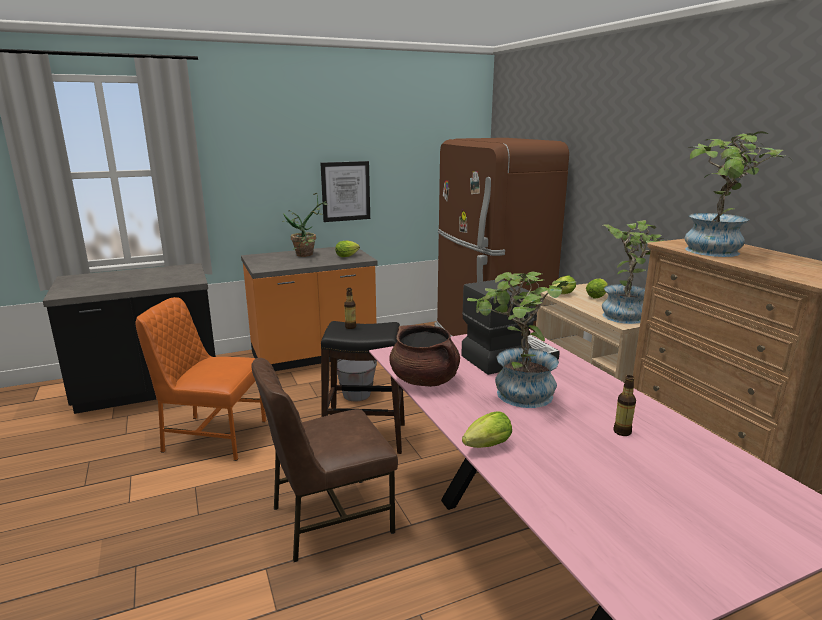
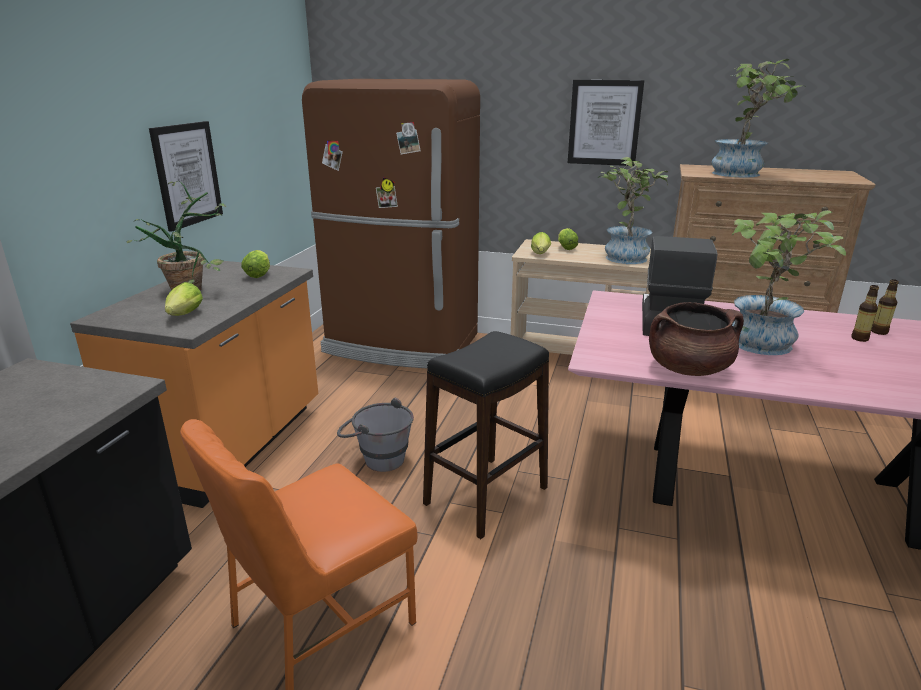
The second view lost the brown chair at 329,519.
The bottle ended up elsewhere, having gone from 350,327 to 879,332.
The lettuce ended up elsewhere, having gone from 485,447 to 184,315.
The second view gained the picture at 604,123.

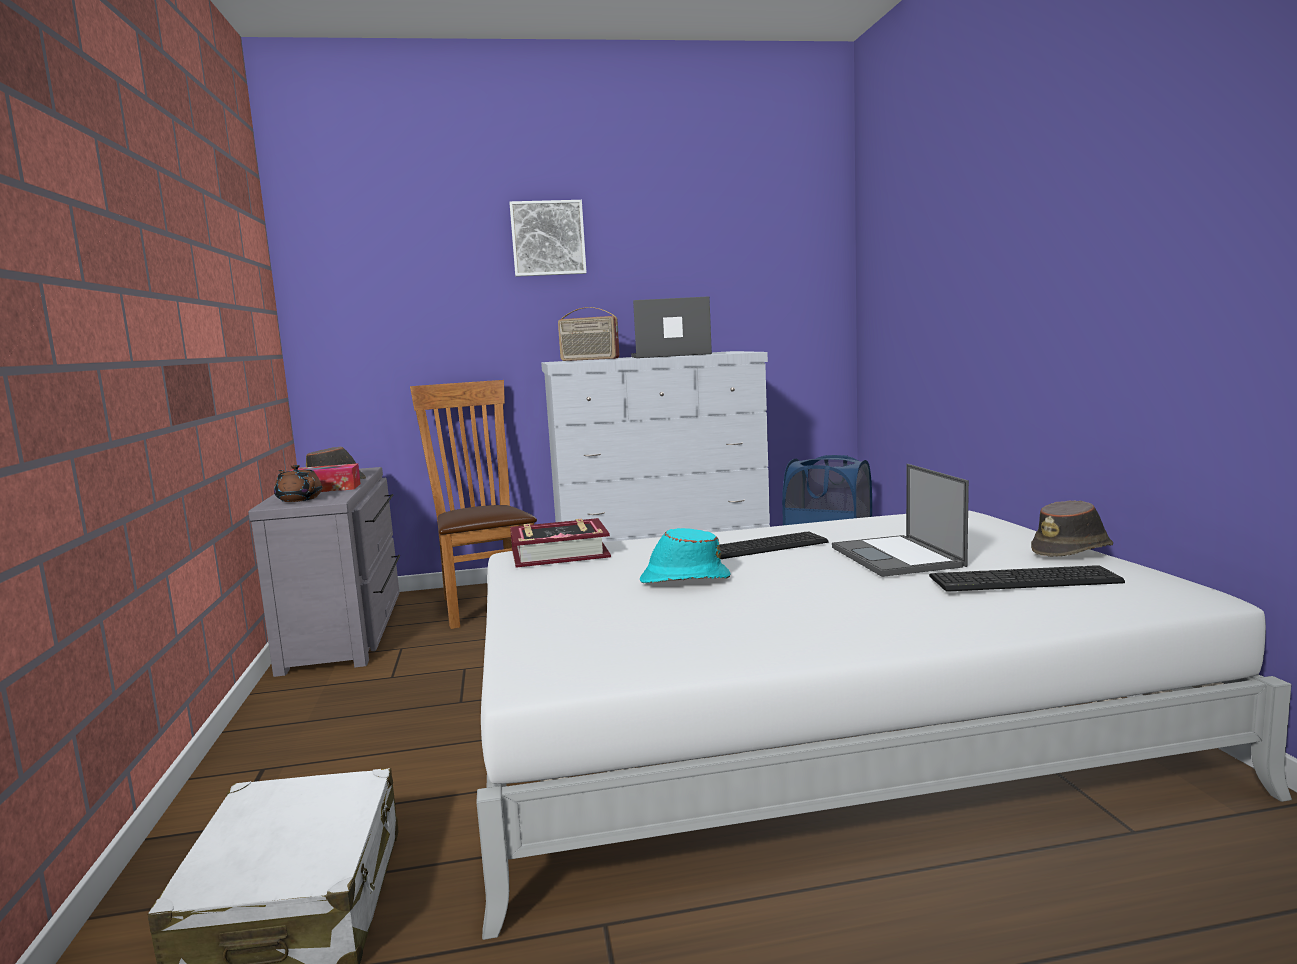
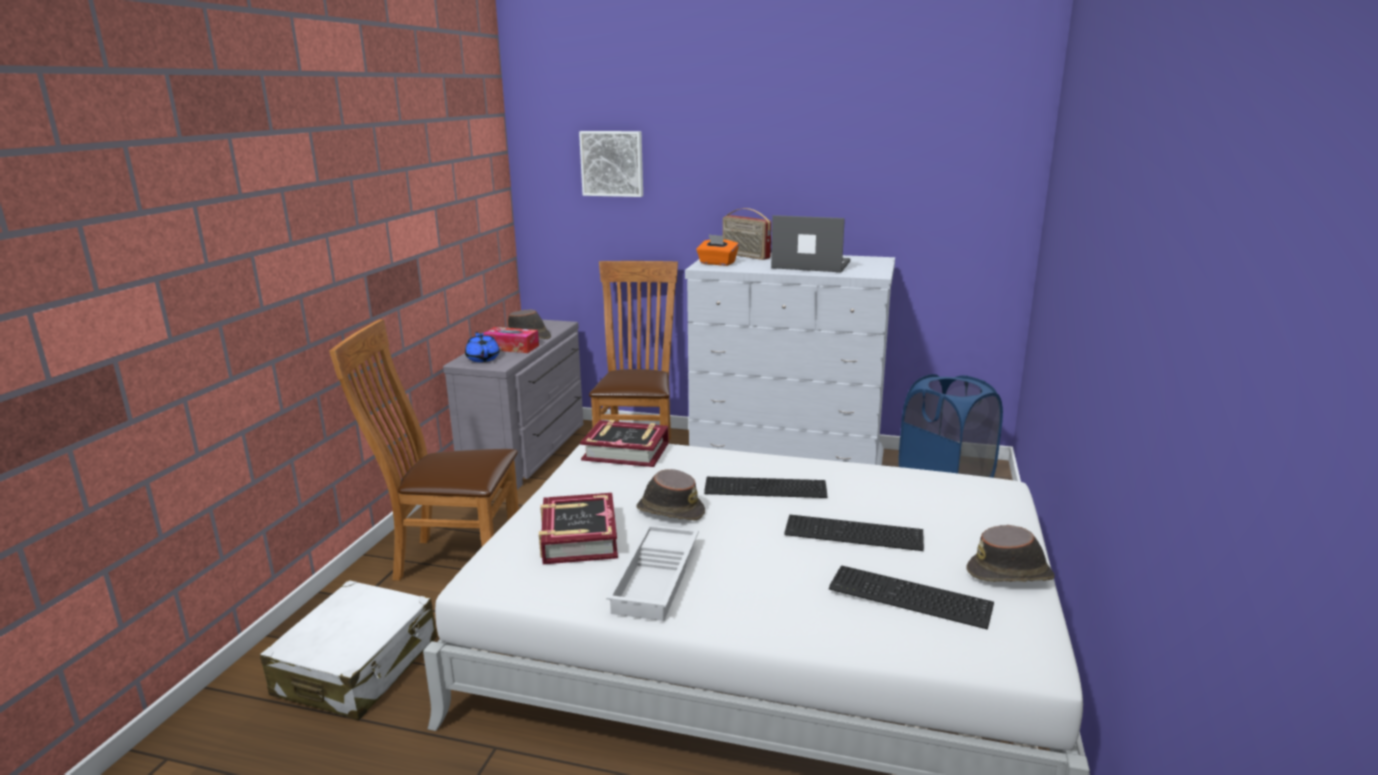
What was the brown teapot at 299,499 turned into the blue teapot at 483,358.
The picture ended up elsewhere, having gone from 548,238 to 612,163.
What was the turquoise hat at 684,579 turned into the brown hat at 670,510.
Where the laptop stood at 897,557, the keyboard came to stand at 855,534.
The second view gained the brown chair at 450,559.
The second view gained the book at 578,537.
The second view gained the white tray at 657,579.
The second view gained the orange tissue box at 717,263.

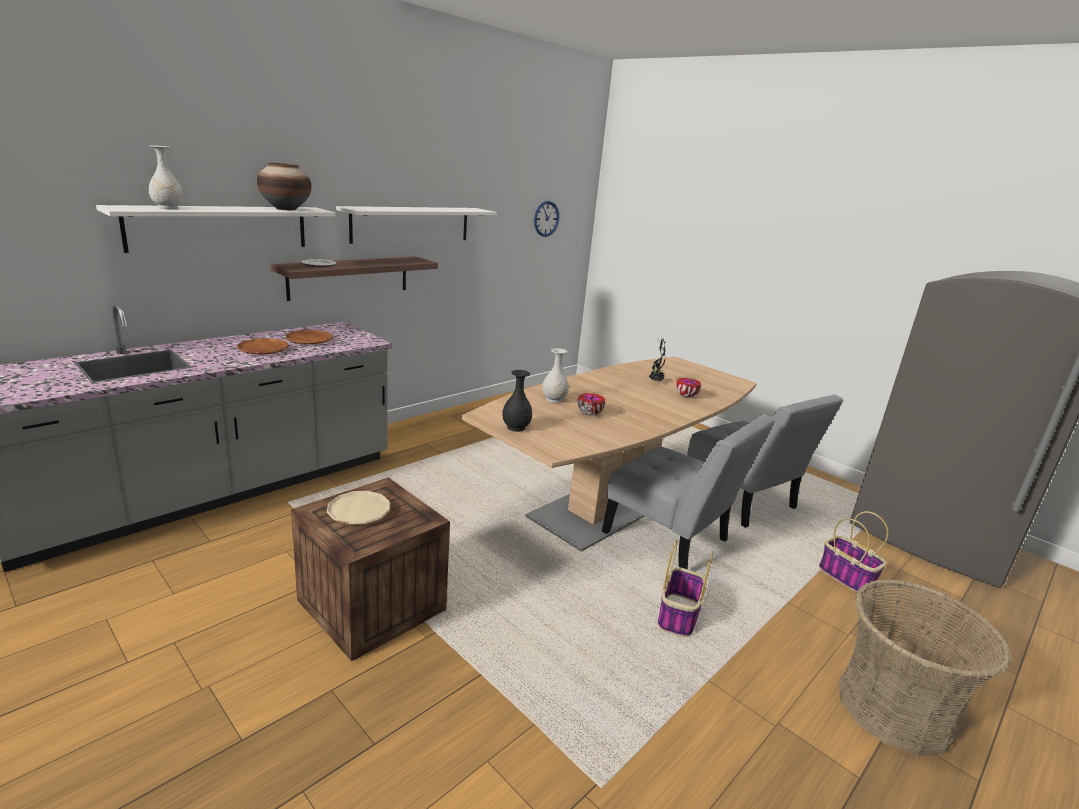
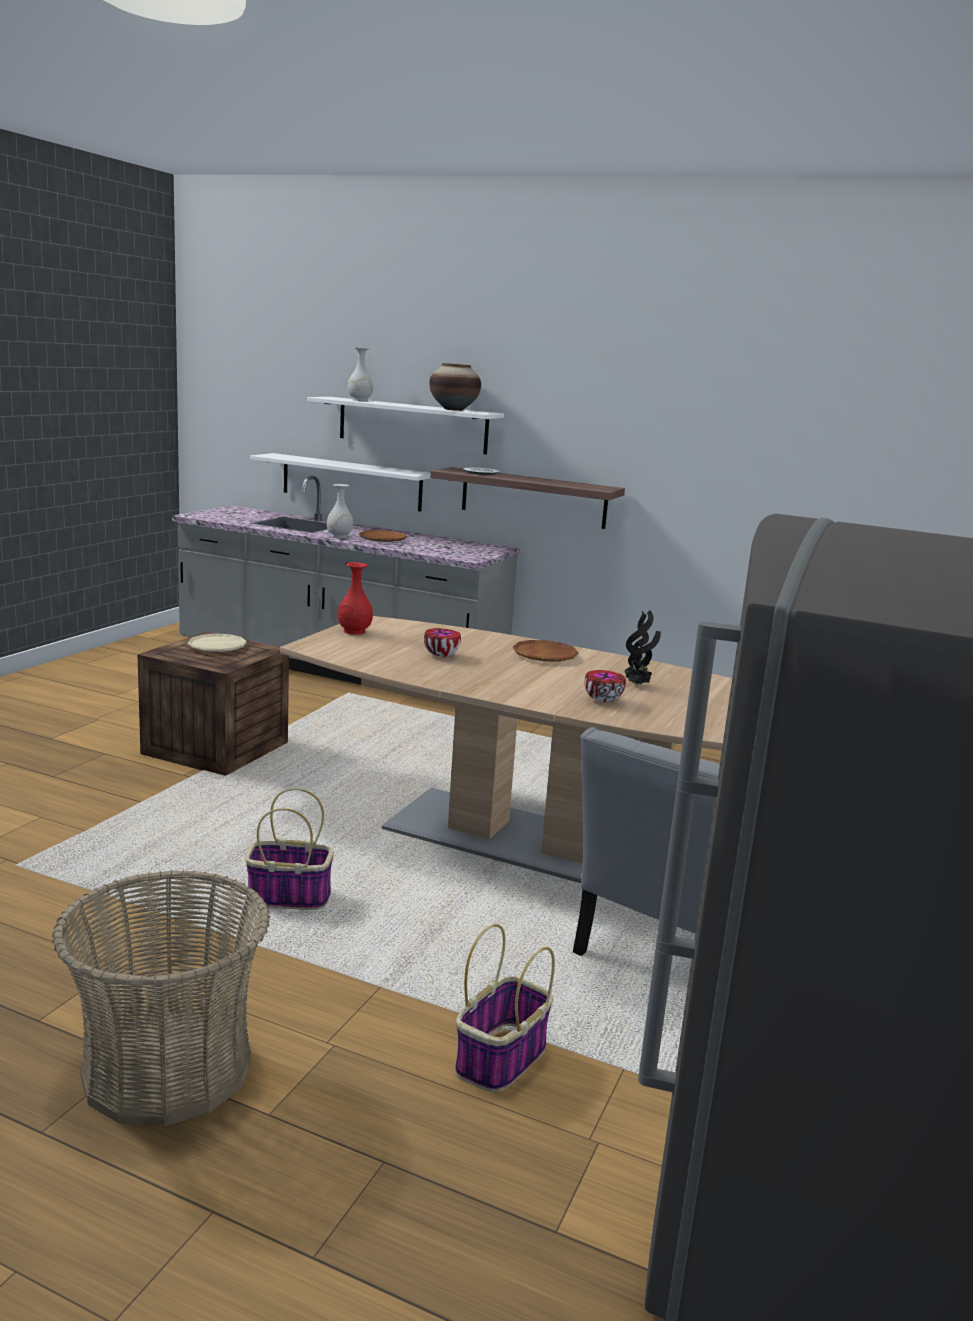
The brown plate ended up elsewhere, having gone from 309,340 to 544,656.
The white shelf ended up elsewhere, having gone from 411,224 to 351,482.
What was the black vase at 515,427 turned into the red vase at 354,631.
The second view lost the wall clock at 546,218.
The white vase ended up elsewhere, having gone from 554,400 to 339,536.
The second view lost the grey chair at 671,541.

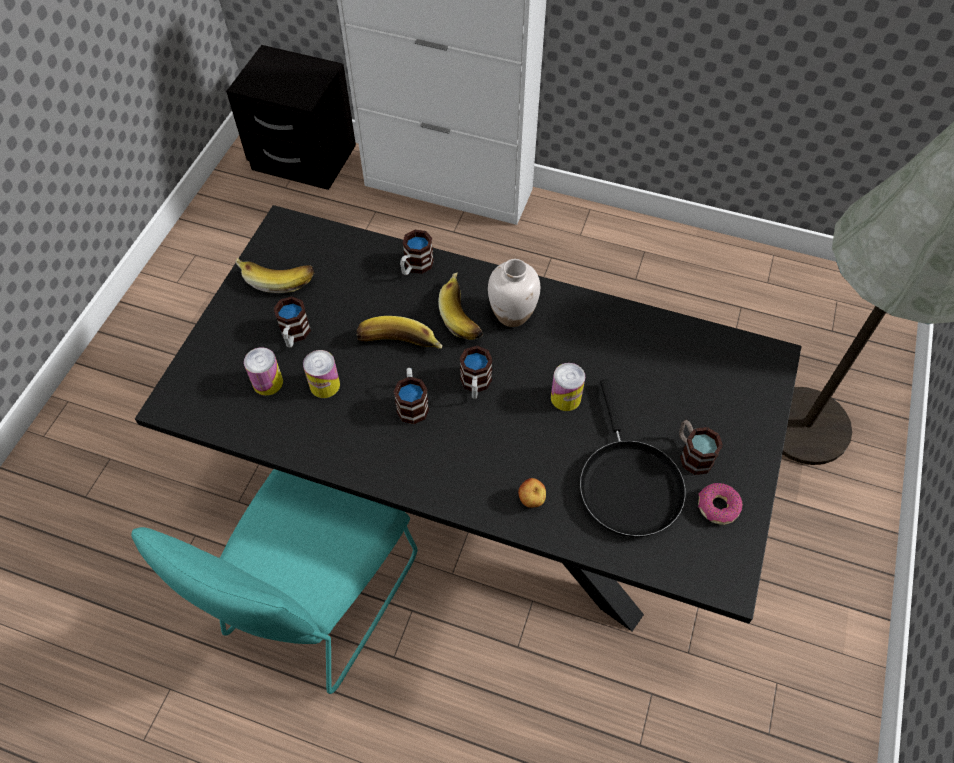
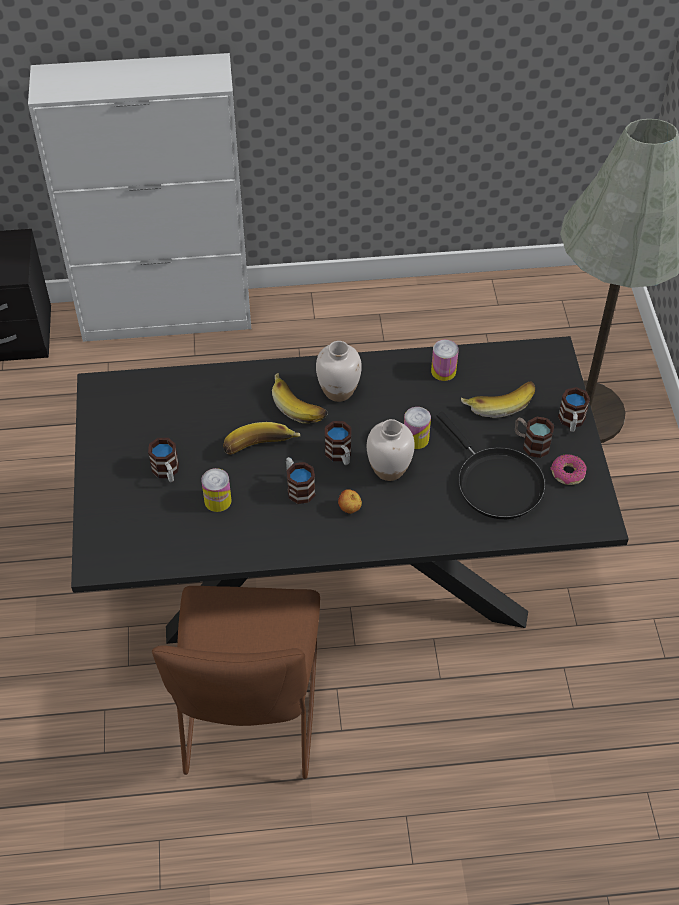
What was the turquoise chair at 317,603 turned into the brown chair at 251,717.
The banana ended up elsewhere, having gone from 278,277 to 498,402.
The can ended up elsewhere, having gone from 268,382 to 443,371.
The mug ended up elsewhere, having gone from 415,267 to 571,422.
The apple ended up elsewhere, having gone from 531,500 to 349,509.
The second view gained the white vase at 389,469.

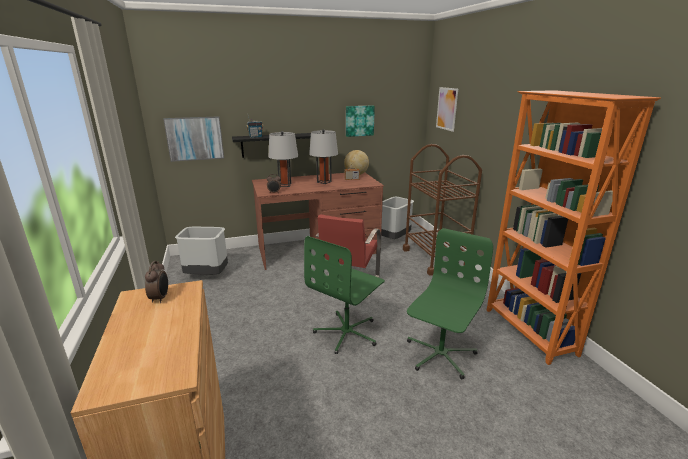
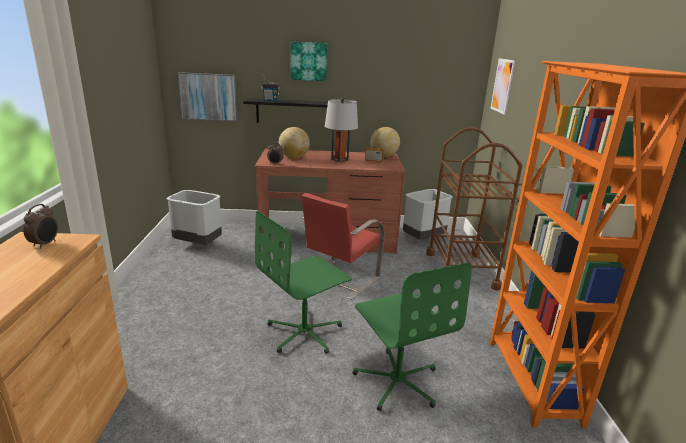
Where the grey table lamp stood at 285,185, the globe came to stand at 294,157.
The picture ended up elsewhere, having gone from 359,120 to 308,61.
The green office chair at 439,354 ended up facing another way, 105 degrees clockwise from before.

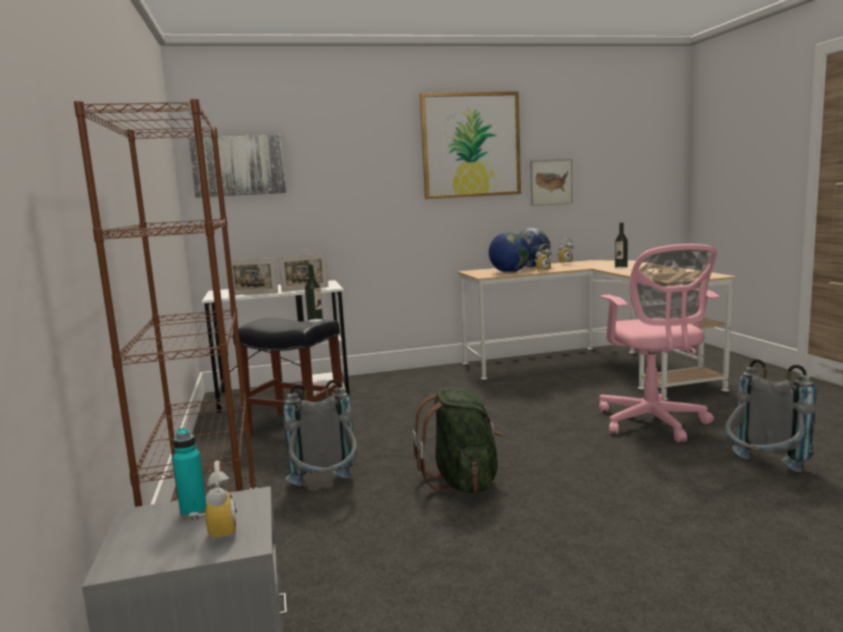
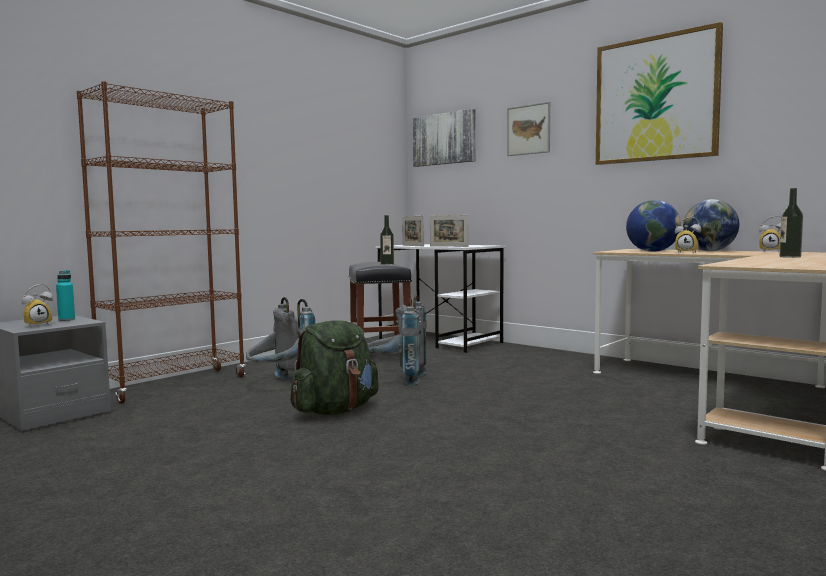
The picture ended up elsewhere, having gone from 551,182 to 528,129.
The second view lost the pink office chair at 653,423.
The grey backpack ended up elsewhere, having gone from 763,472 to 395,379.

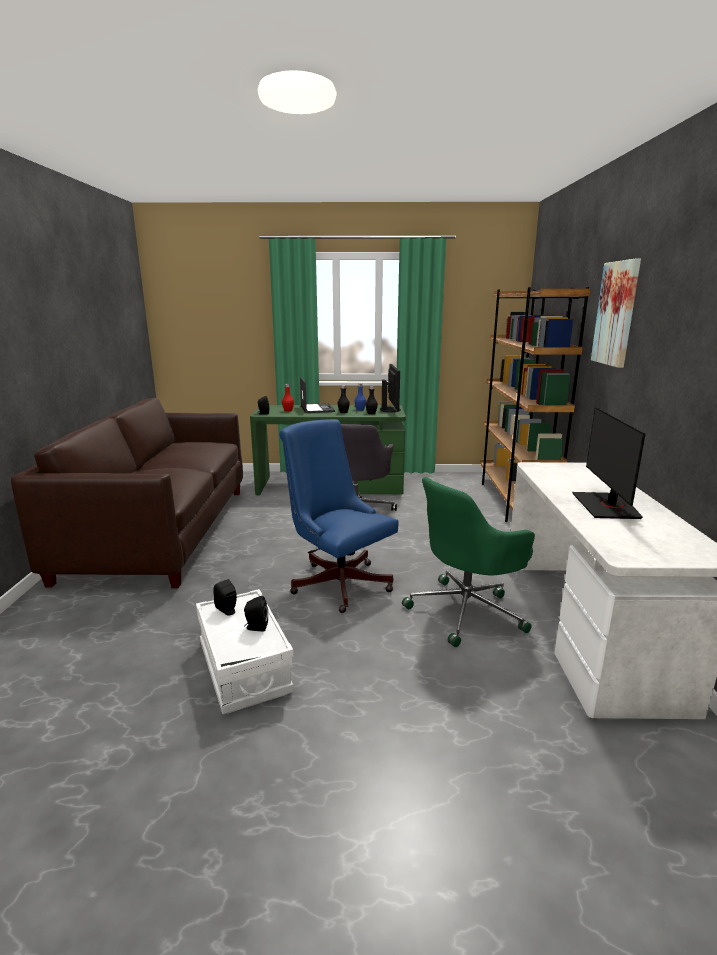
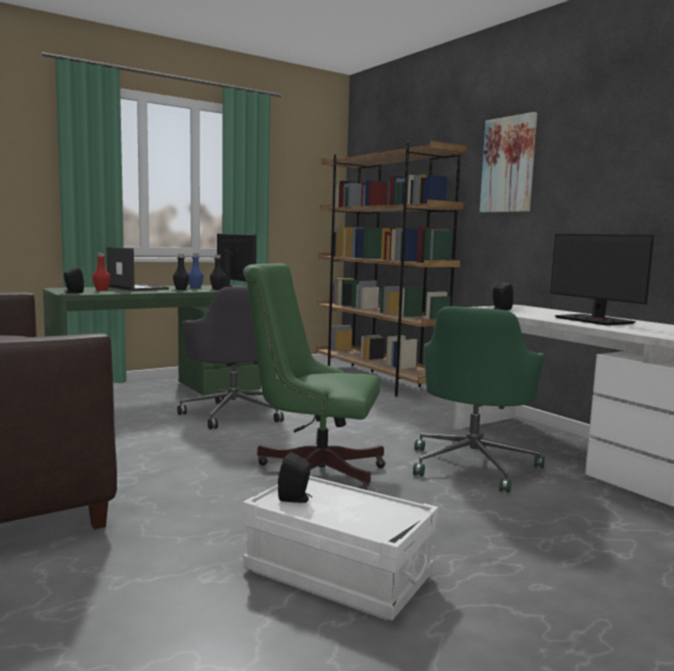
The black speaker ended up elsewhere, having gone from 256,627 to 500,310.
What was the blue office chair at 337,581 turned into the green office chair at 312,471.

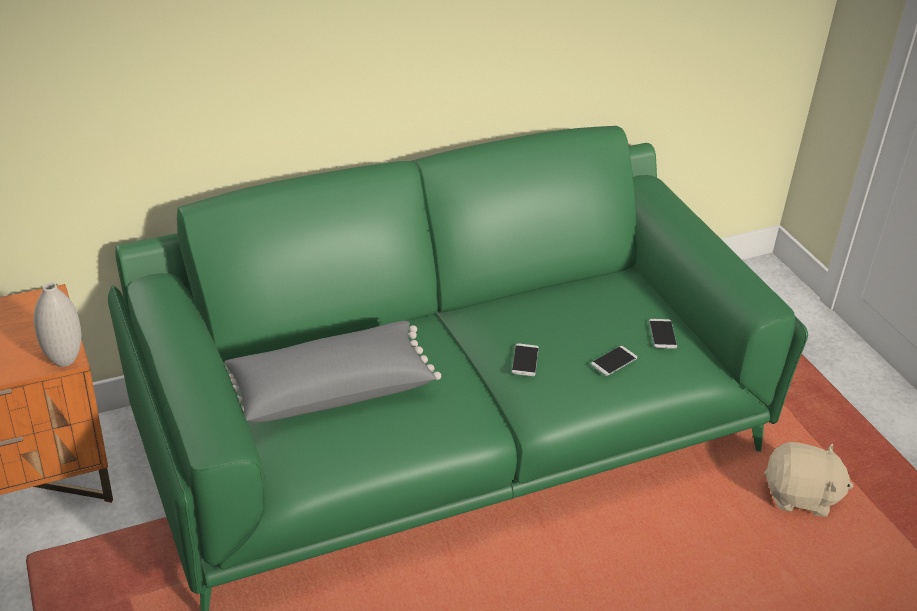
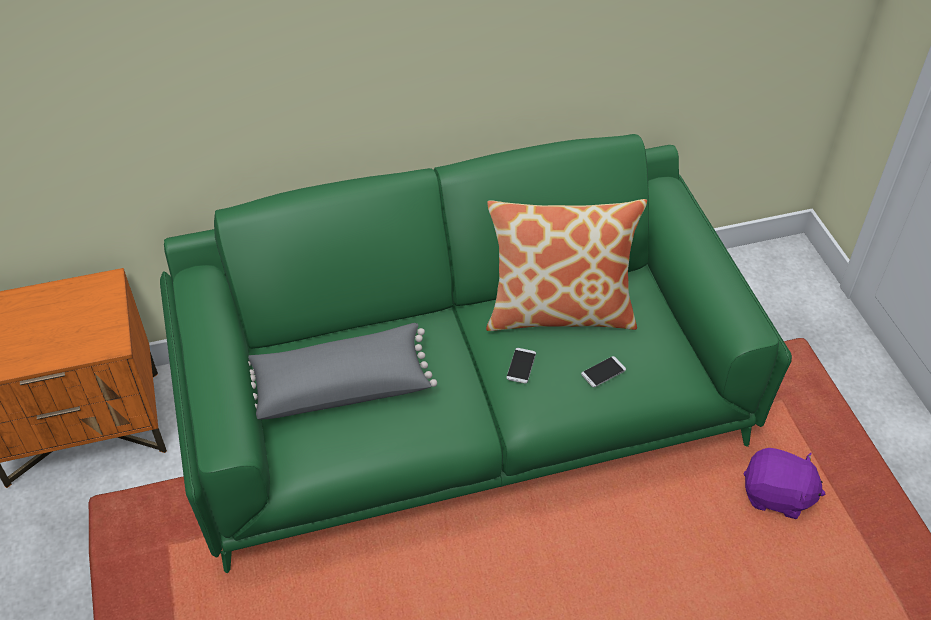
The second view lost the white vase at 64,360.
The second view lost the phone at 662,334.
What was the beige plush toy at 800,497 turned into the purple plush toy at 776,496.
The second view gained the pillow at 560,311.

